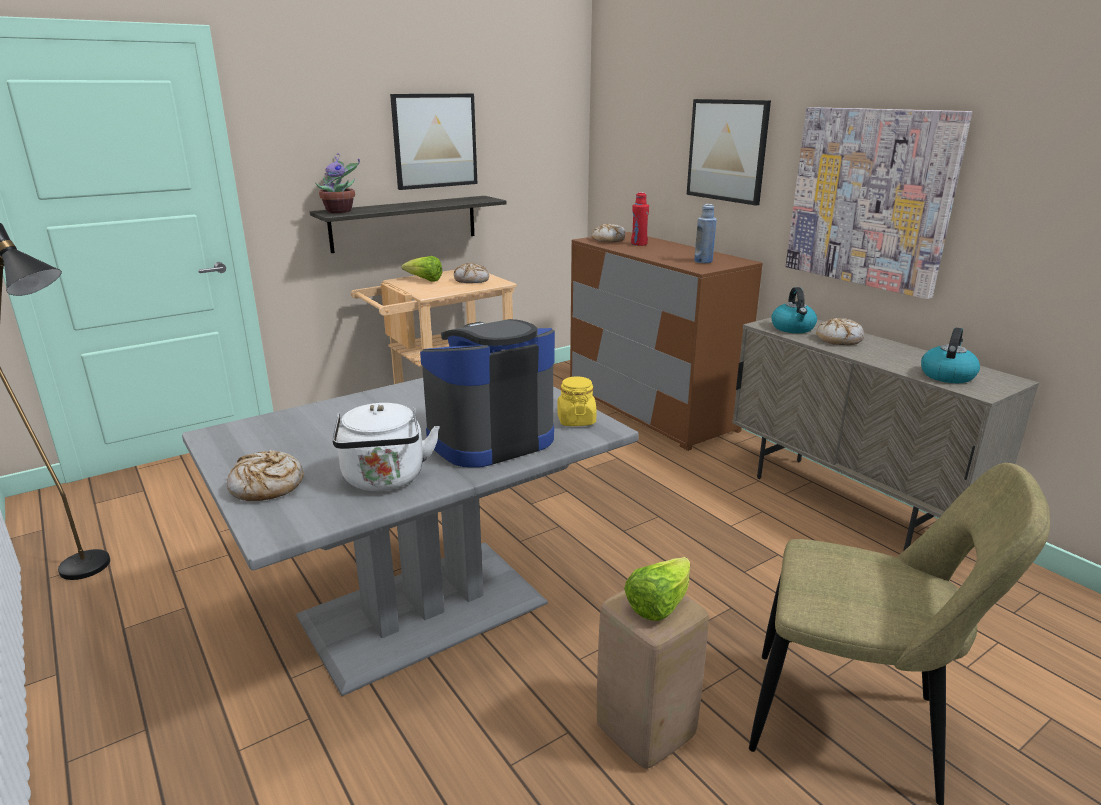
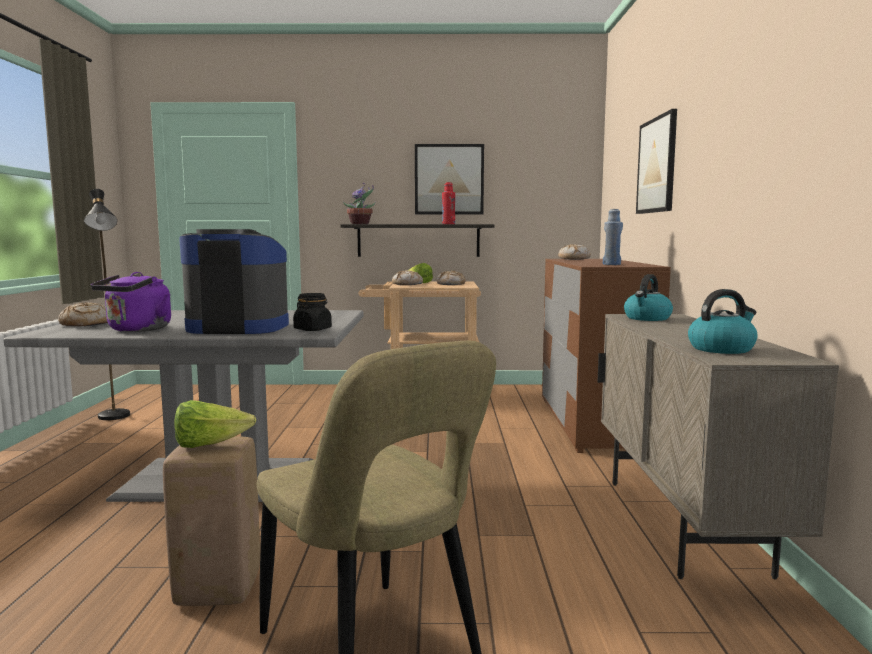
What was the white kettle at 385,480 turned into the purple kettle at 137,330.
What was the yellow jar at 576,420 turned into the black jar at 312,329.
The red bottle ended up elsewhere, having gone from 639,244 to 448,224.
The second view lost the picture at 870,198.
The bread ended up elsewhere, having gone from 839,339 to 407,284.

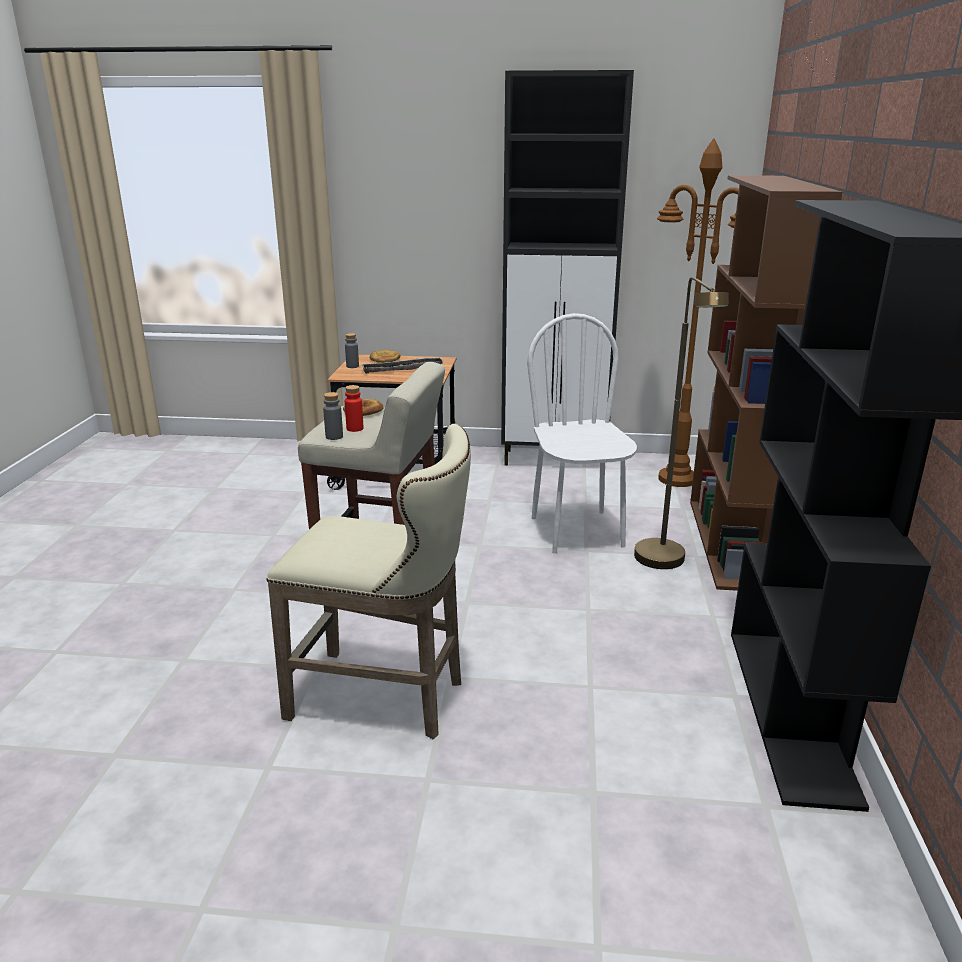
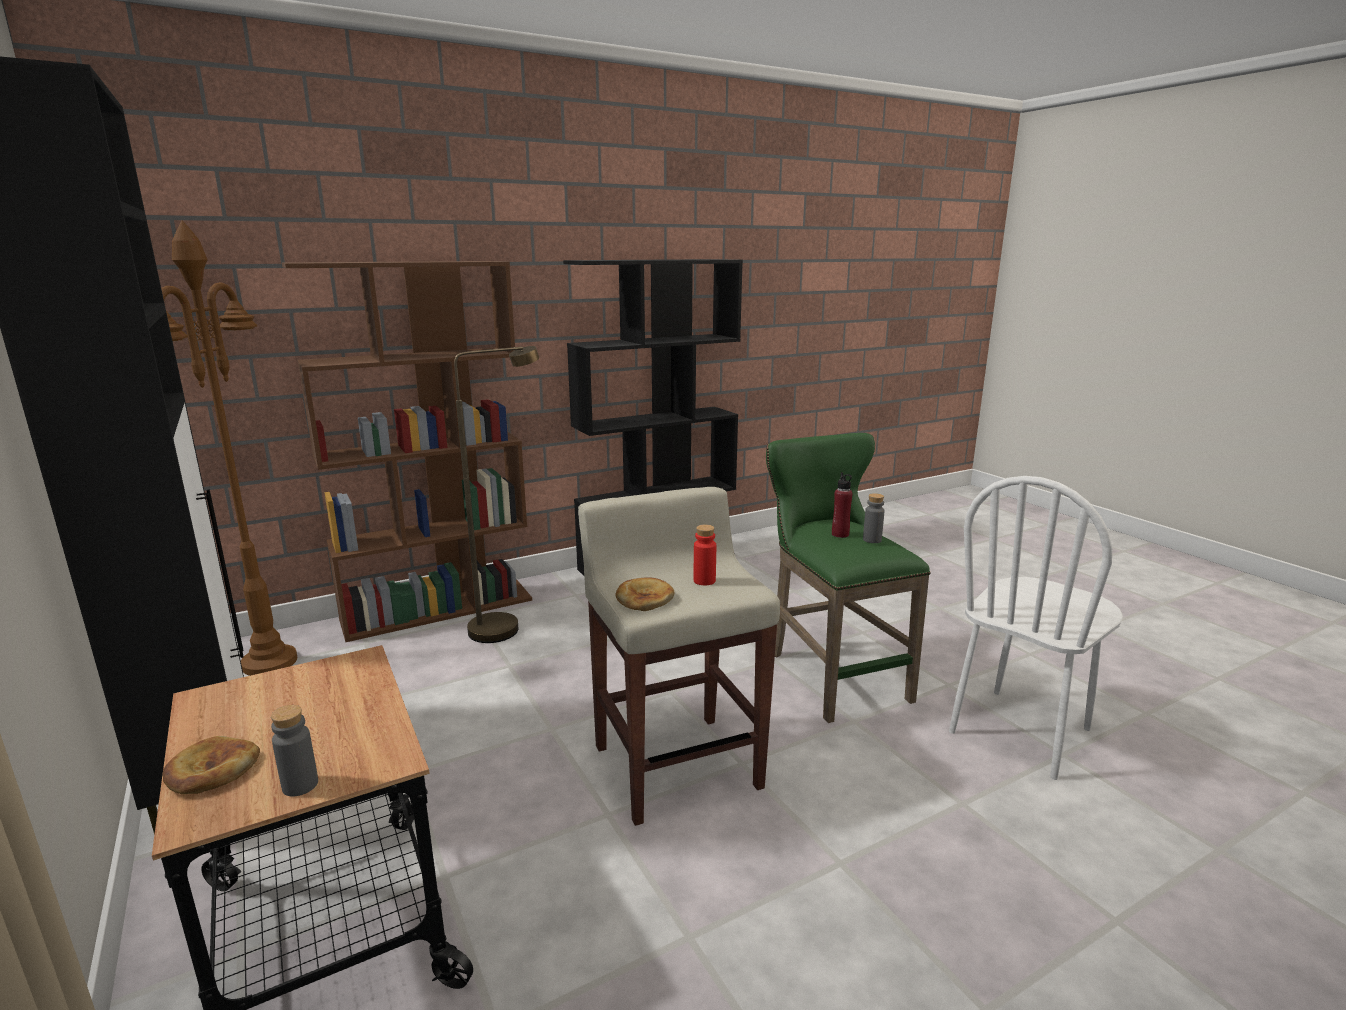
What was the beige stool at 386,699 turned into the green stool at 831,673.
The grey bottle ended up elsewhere, having gone from 334,437 to 872,540.
The second view lost the tray at 402,369.
The white chair ended up elsewhere, having gone from 578,531 to 1021,731.
The second view gained the red bottle at 840,534.

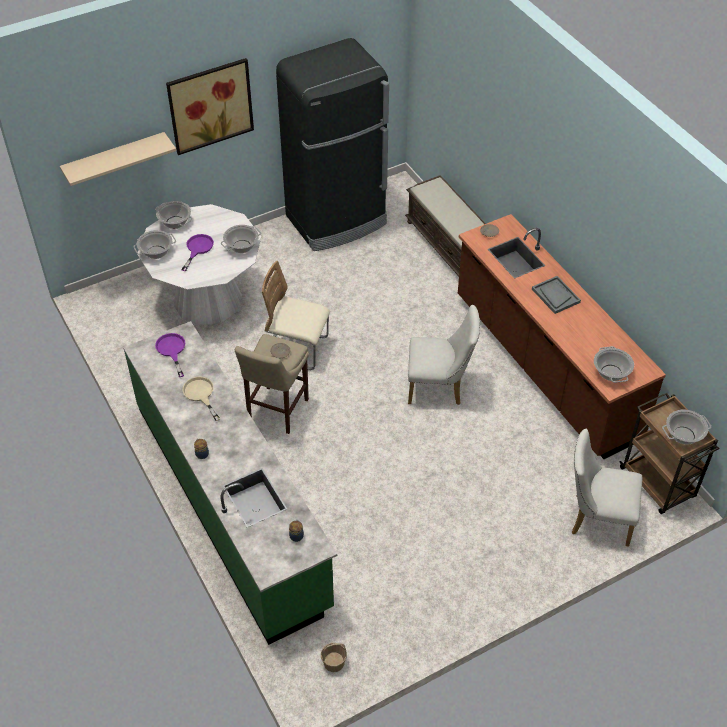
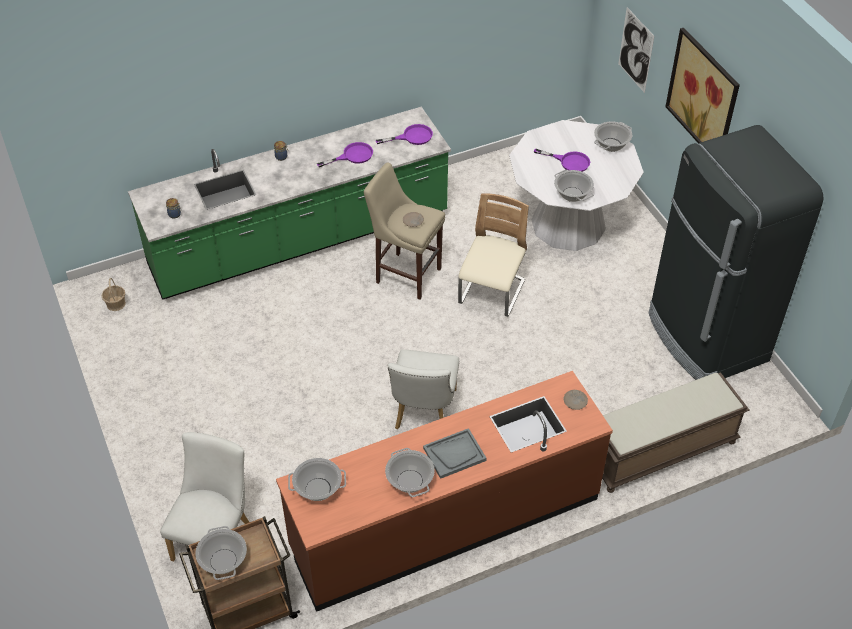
Where the beige shelf hung at 114,158, the picture came to hang at 635,50.
The cooking pot ended up elsewhere, having gone from 156,252 to 410,481.
What was the beige frying pan at 201,394 turned into the purple frying pan at 352,156.

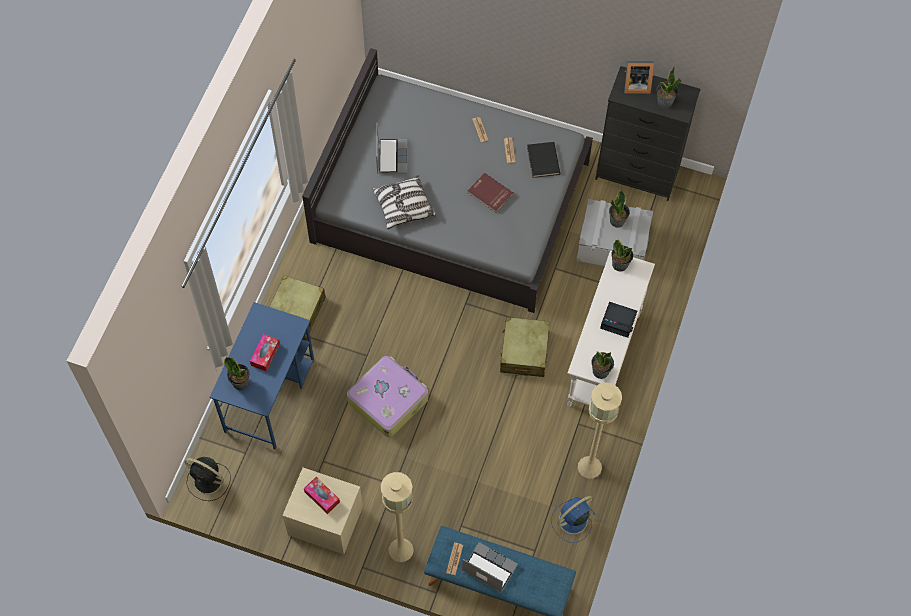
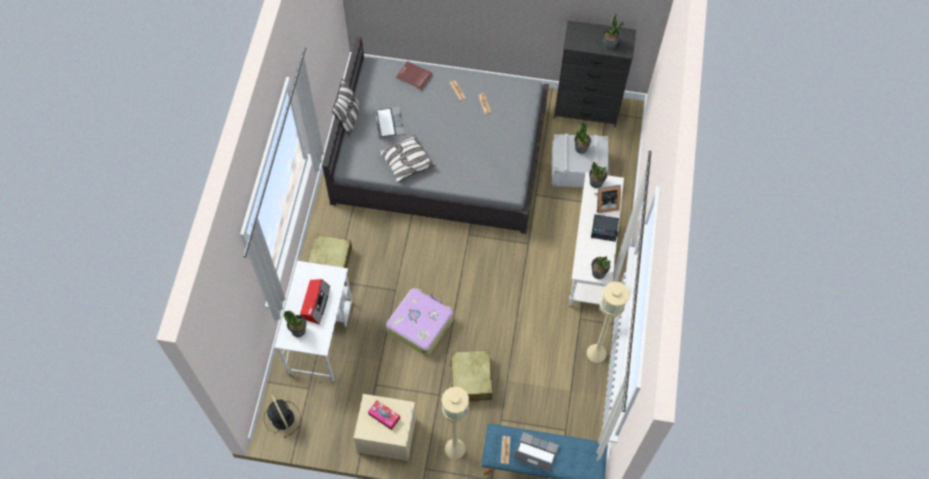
The black fan at 209,481 ended up facing another way, 135 degrees counterclockwise from before.
What was the blue desk at 270,395 turned into the white desk at 320,336.
Where the tissue box stood at 265,355, the radio came to stand at 315,303.
The red book ended up elsewhere, having gone from 489,194 to 414,77.
The beige suitcase ended up elsewhere, having gone from 524,352 to 471,379.
The second view lost the black book at 542,160.
The second view lost the blue fan at 571,521.
The picture frame ended up elsewhere, having gone from 635,85 to 605,204.
The second view gained the pillow at 349,118.

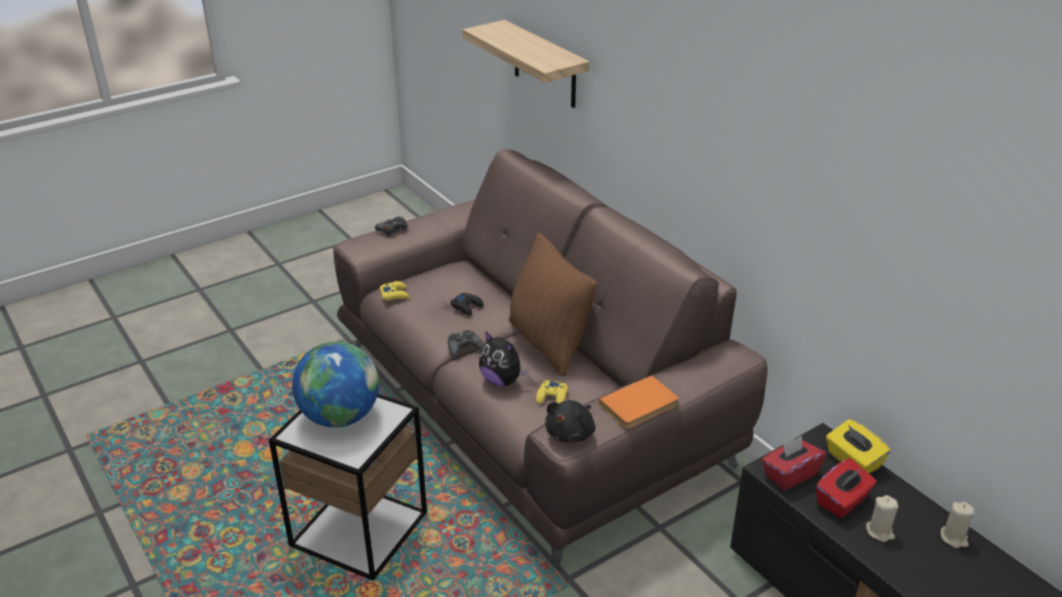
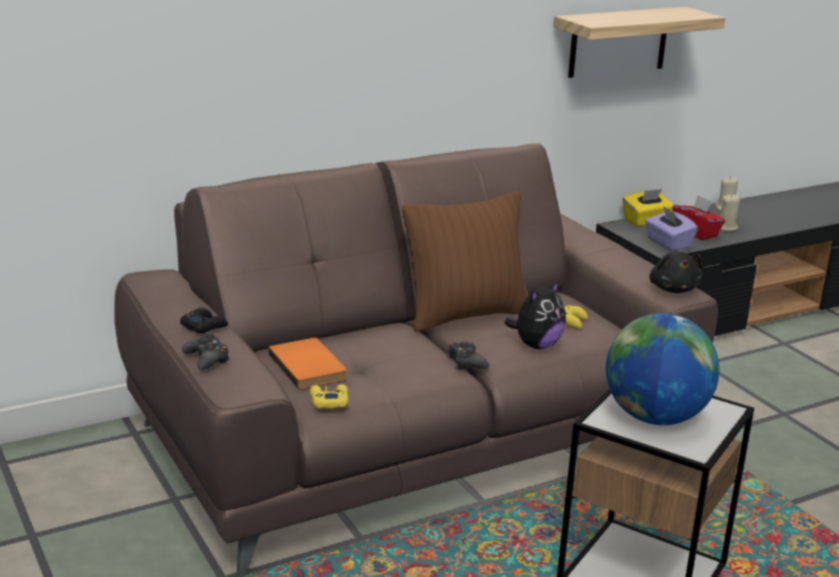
The black game controller ended up elsewhere, having gone from 467,307 to 204,326.
The shelf ended up elsewhere, having gone from 545,65 to 618,42.
The black plush toy at 571,433 ended up facing another way, 45 degrees clockwise from before.
The orange book ended up elsewhere, having gone from 640,406 to 310,366.
What was the red tissue box at 790,475 turned into the purple tissue box at 668,244.

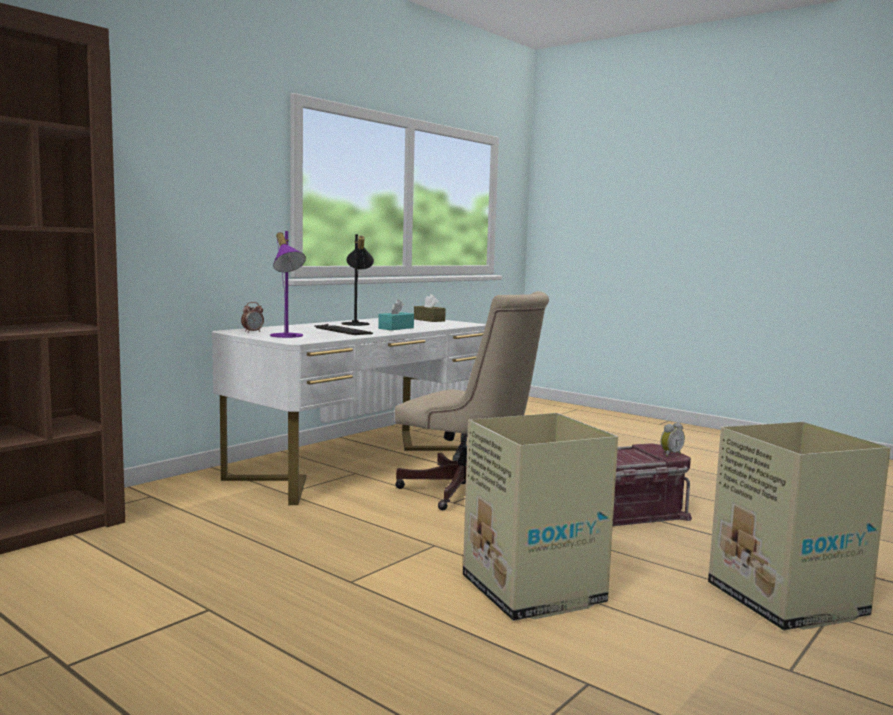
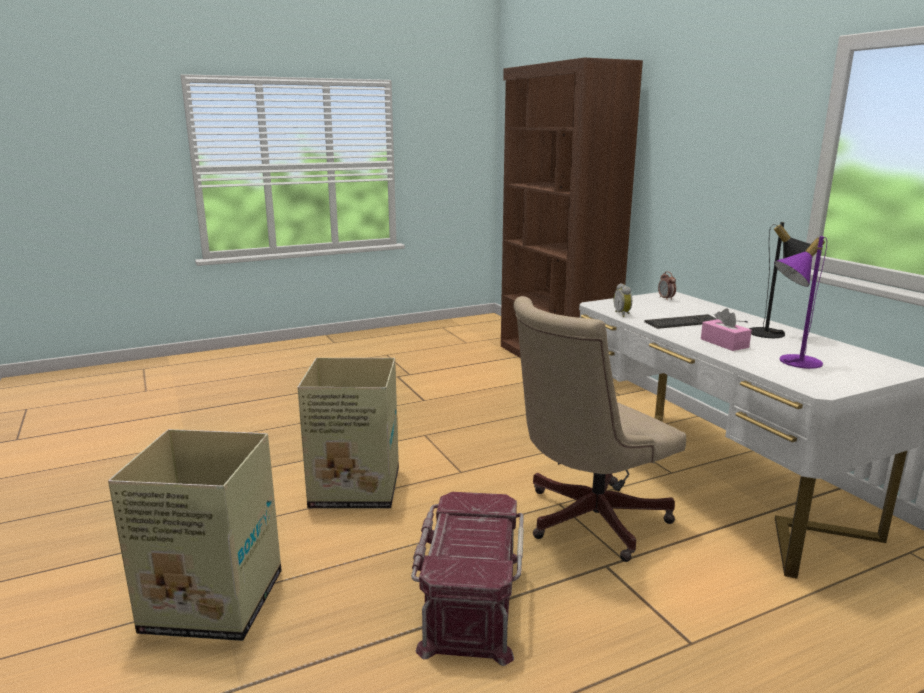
The purple table lamp ended up elsewhere, having gone from 287,336 to 792,361.
What was the turquoise tissue box at 396,328 turned into the pink tissue box at 724,343.
The second view lost the brown tissue box at 429,320.
The alarm clock ended up elsewhere, having gone from 670,454 to 623,314.

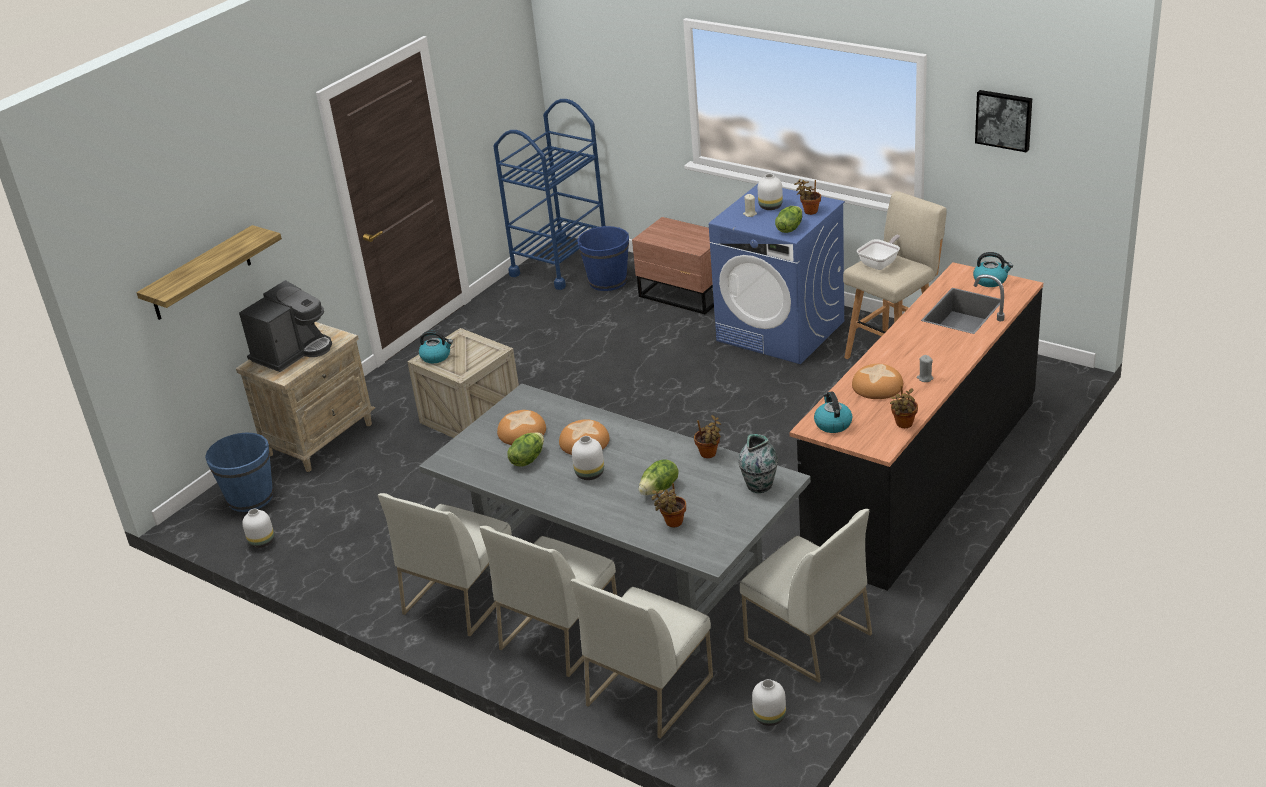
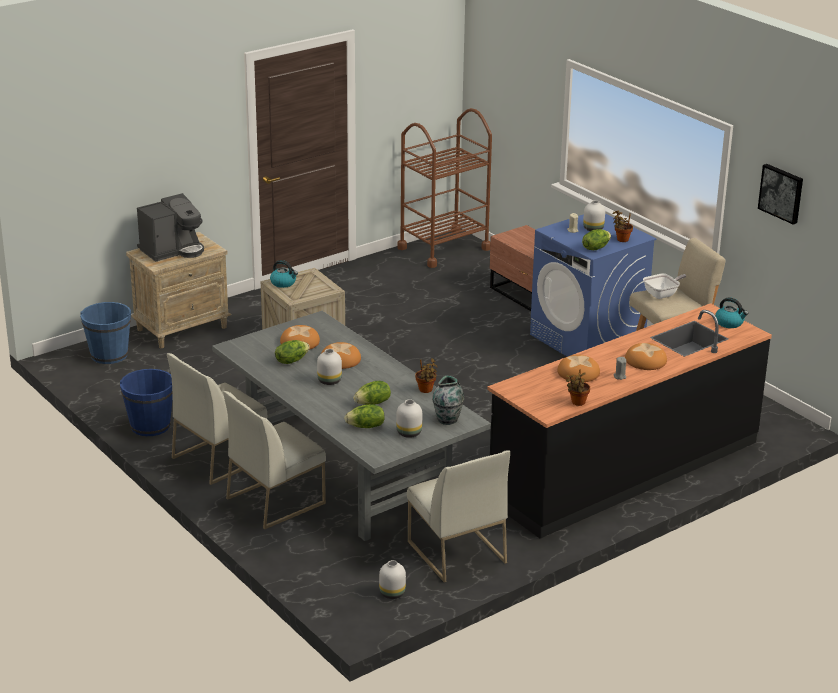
The second view lost the shelf at 200,274.
The white vase ended up elsewhere, having gone from 261,542 to 408,433.
What was the blue cart at 560,263 turned into the brown cart at 444,248.
The second view lost the white chair at 649,690.
The blue bucket ended up elsewhere, having gone from 607,281 to 150,426.
Where the potted plant stood at 672,523, the lettuce came to stand at 366,426.
The second view lost the kettle at 832,424.
The second view gained the bread at 645,361.

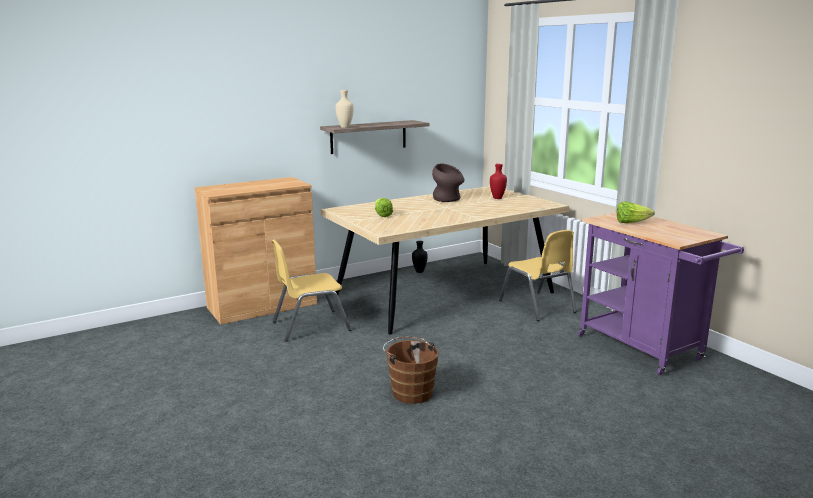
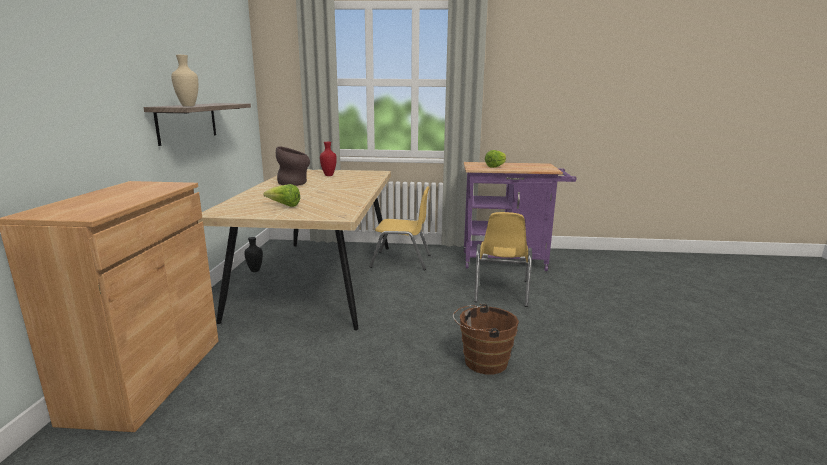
The yellow chair ended up elsewhere, having gone from 310,326 to 500,291.

